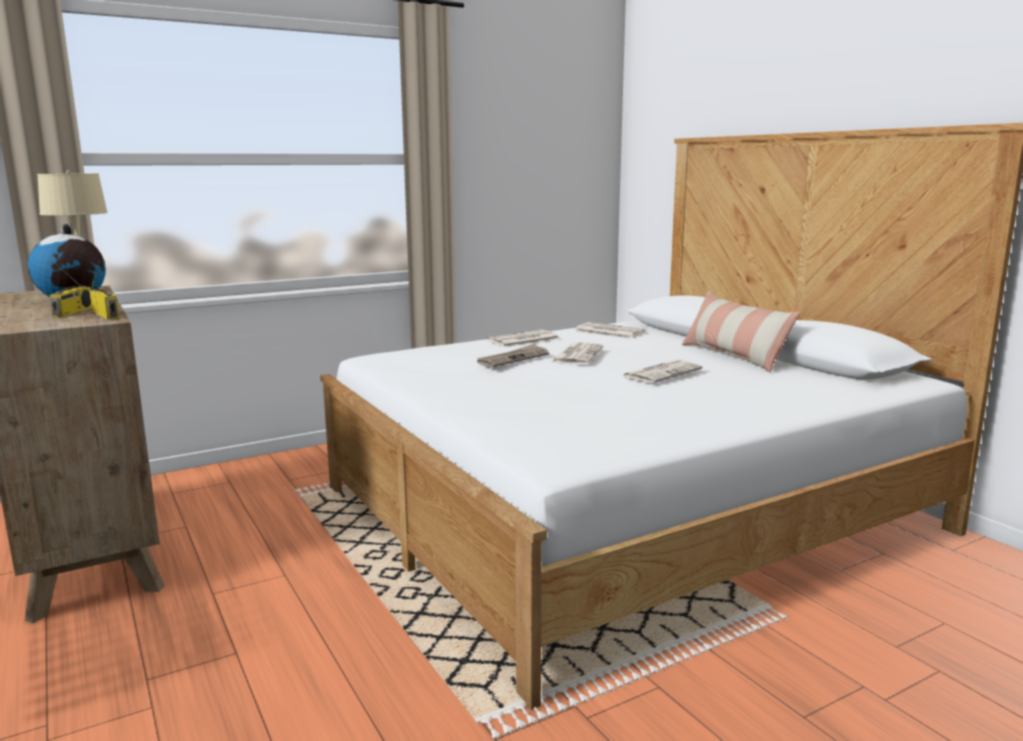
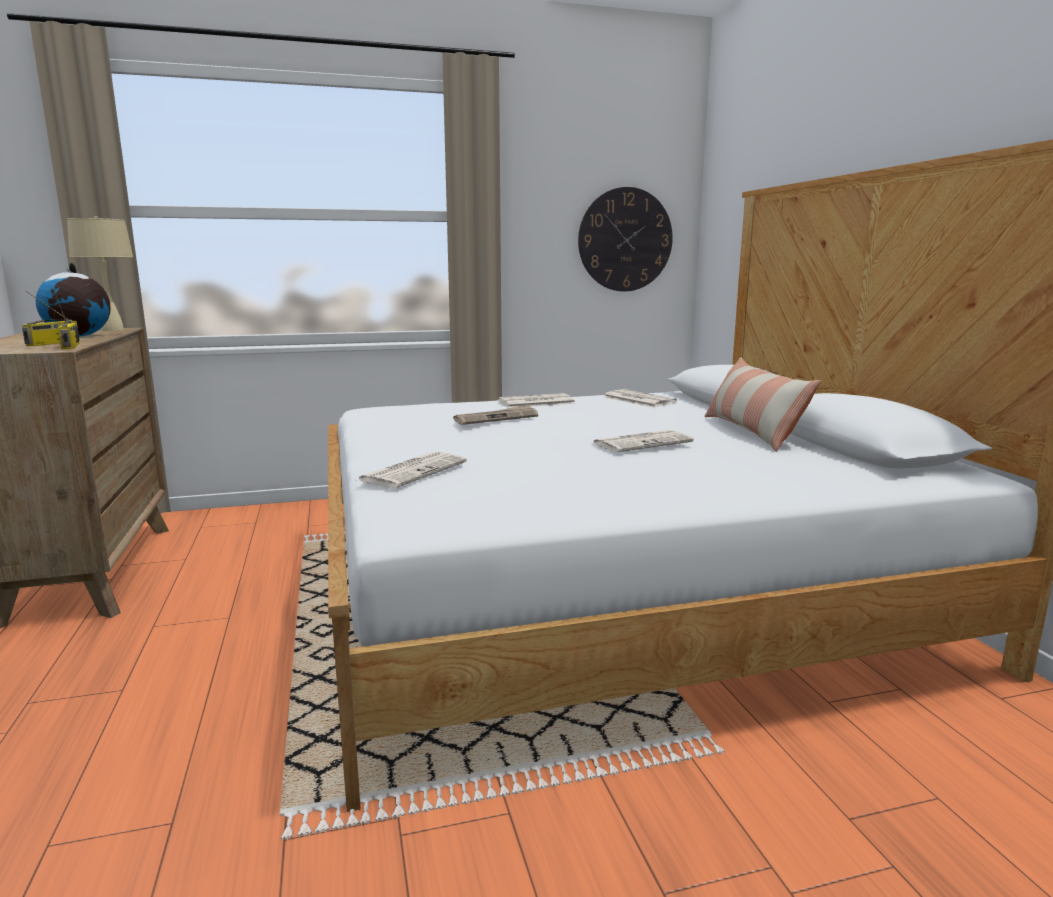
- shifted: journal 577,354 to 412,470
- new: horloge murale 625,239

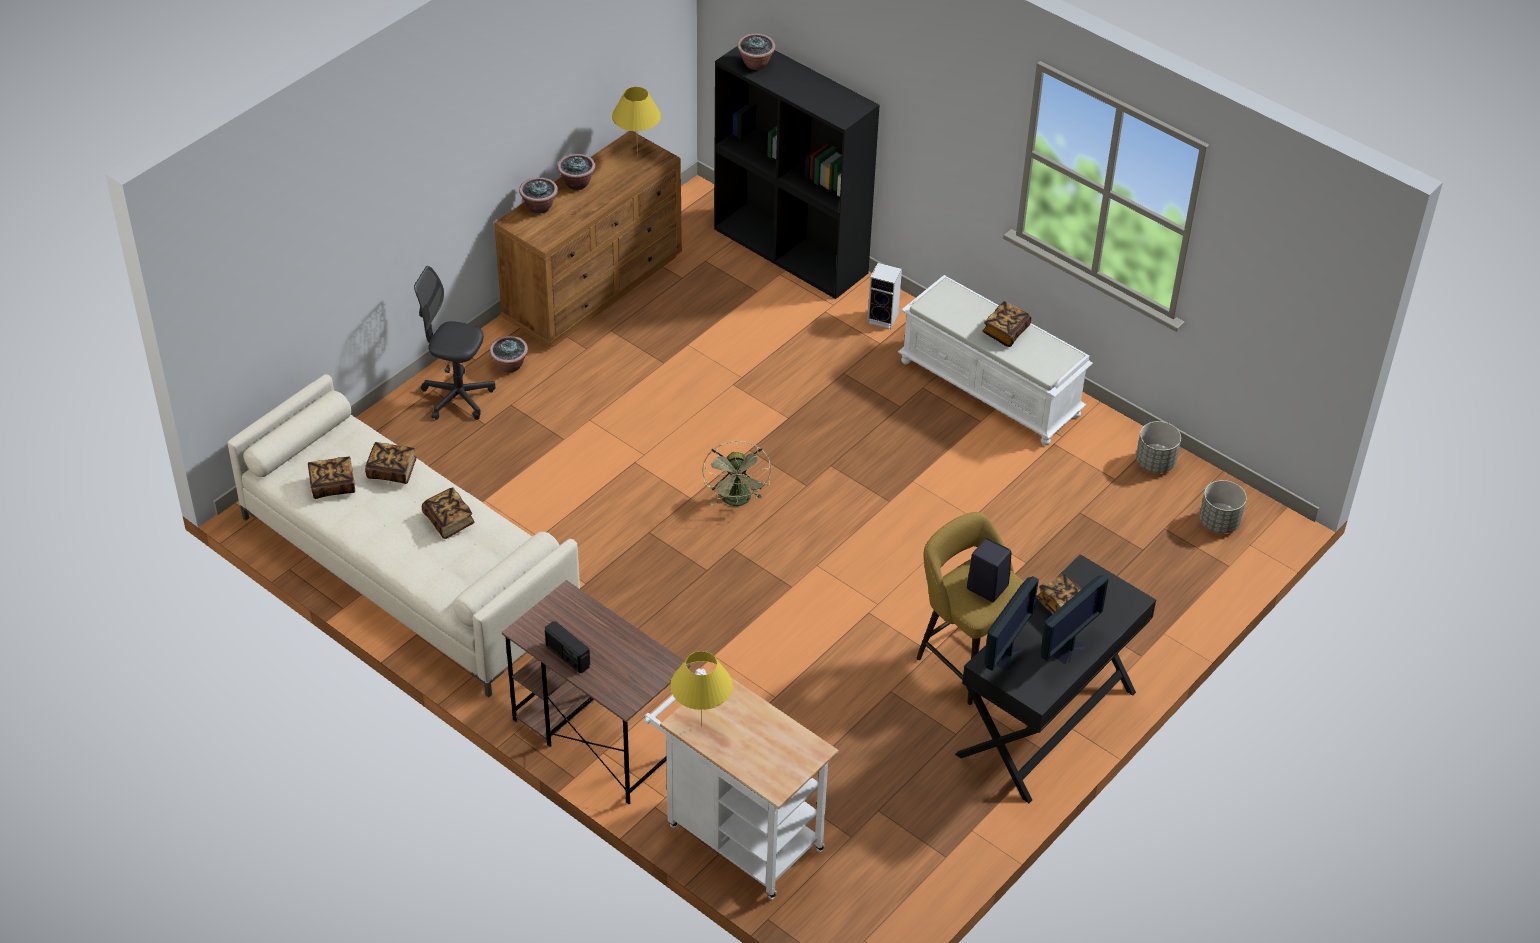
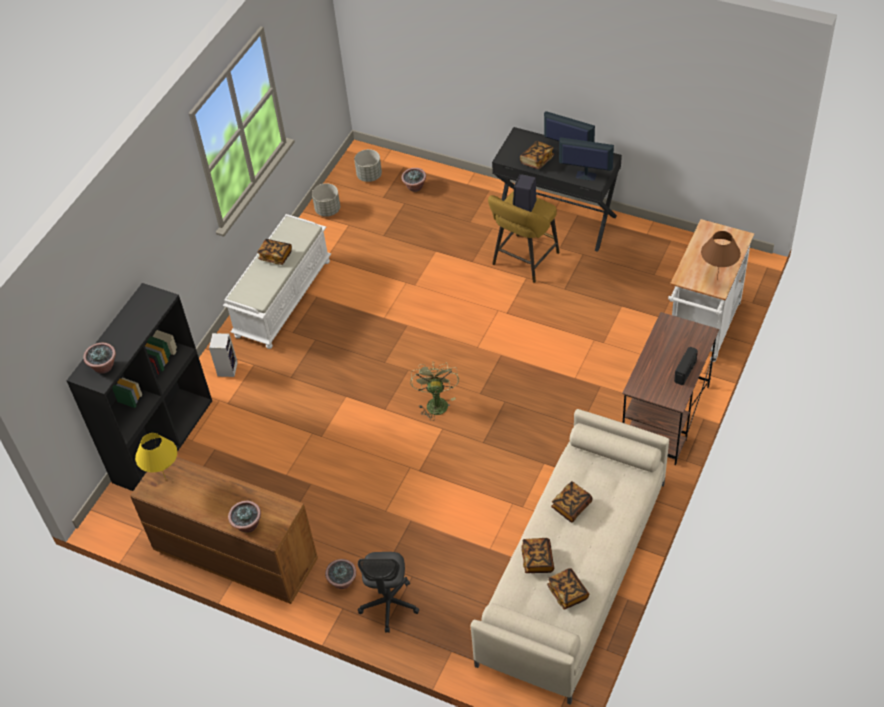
- shifted: plante en pot 576,172 to 413,180
- repainted: lampe de table (jaune) 701,688 to lampe de table (marron) 721,255
- rotated: ventilateur (vert) 736,473 = 434,391 75 degrees counterclockwise

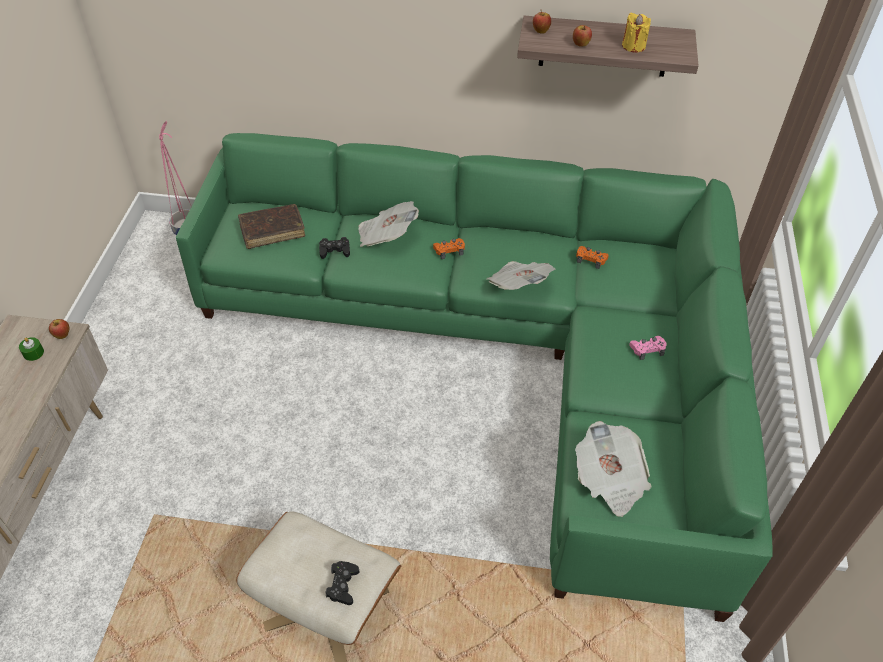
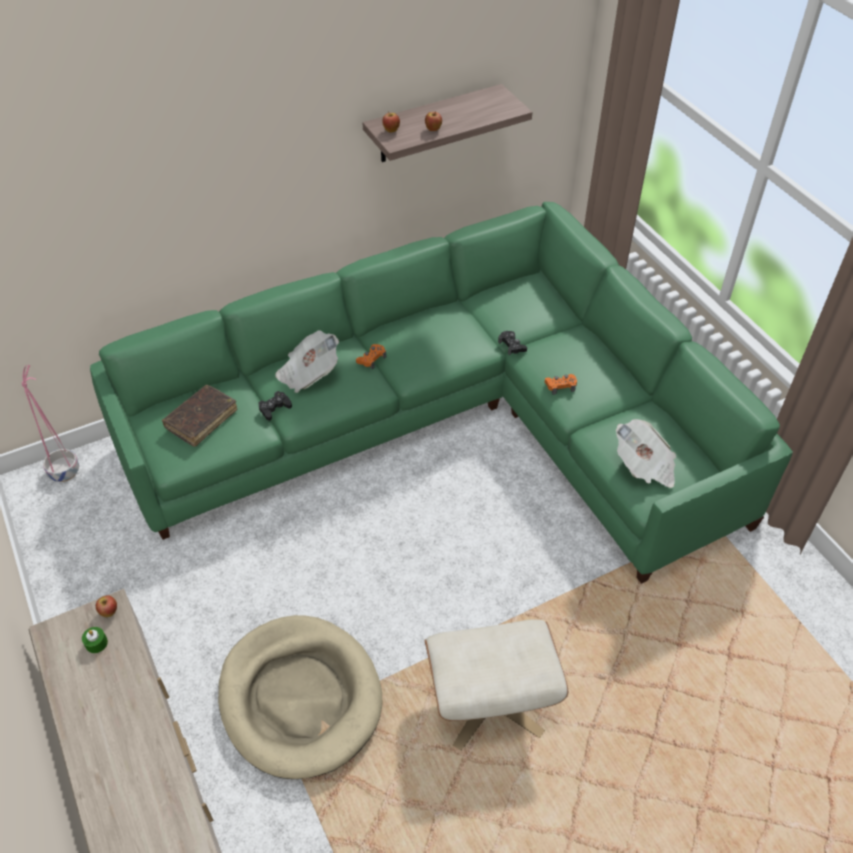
- shifted: manette (noir) 342,583 to 512,343
- gone: journal 521,275
- shifted: manette (orange) 592,257 to 561,384
- gone: bougie (jaune) 636,32
- gone: manette (rose) 648,348
- new: panier pour chien (beige) 300,697

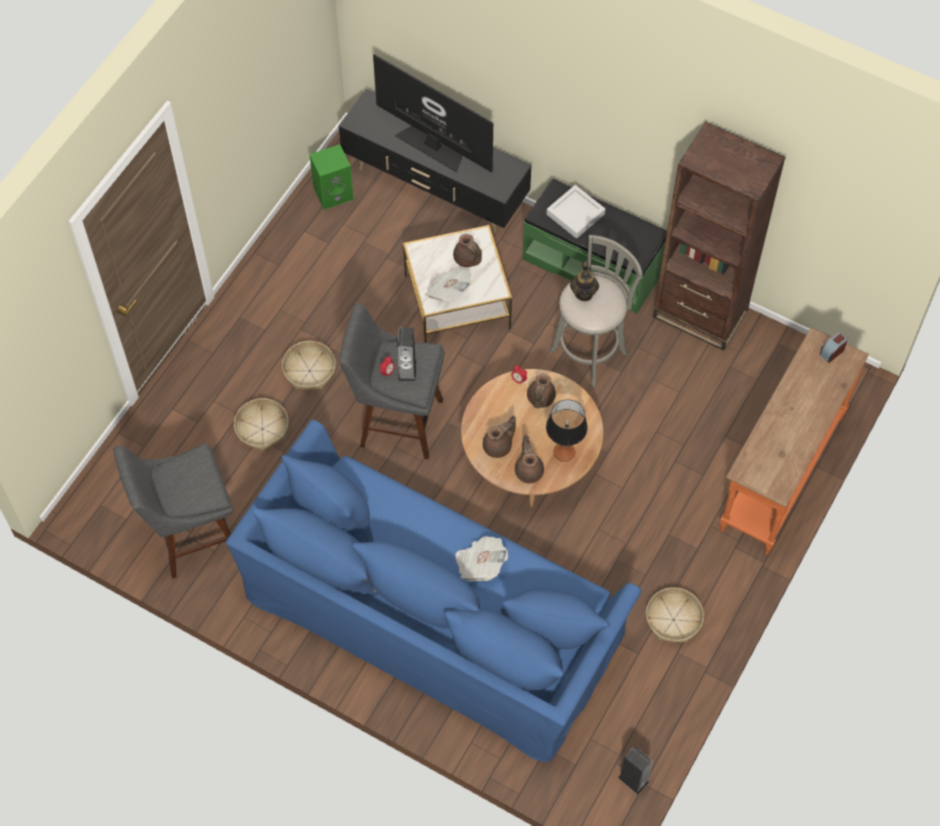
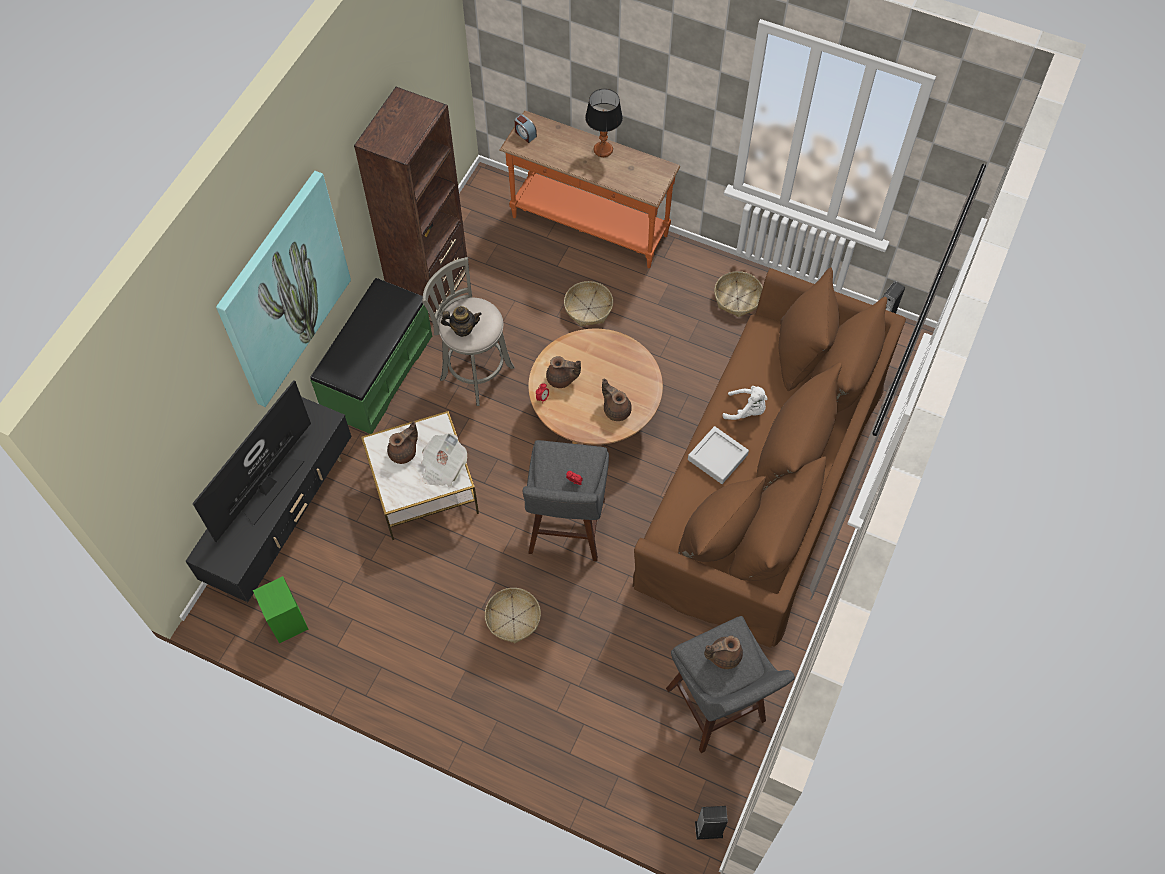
- repainted: canapé (bleu) 433,591 to canapé (marron) 769,457
- shifted: panier 261,424 to 588,304
- shifted: enceinte 407,354 to 711,823
- swapped: journal 481,558 to peluche (blanc) 745,403
- shifted: théière (marron) 529,459 to 723,652
- shifted: lampe de table 567,430 to 604,123
- shifted: plateau (gris) 576,211 to 718,455
- new: tableau 283,289

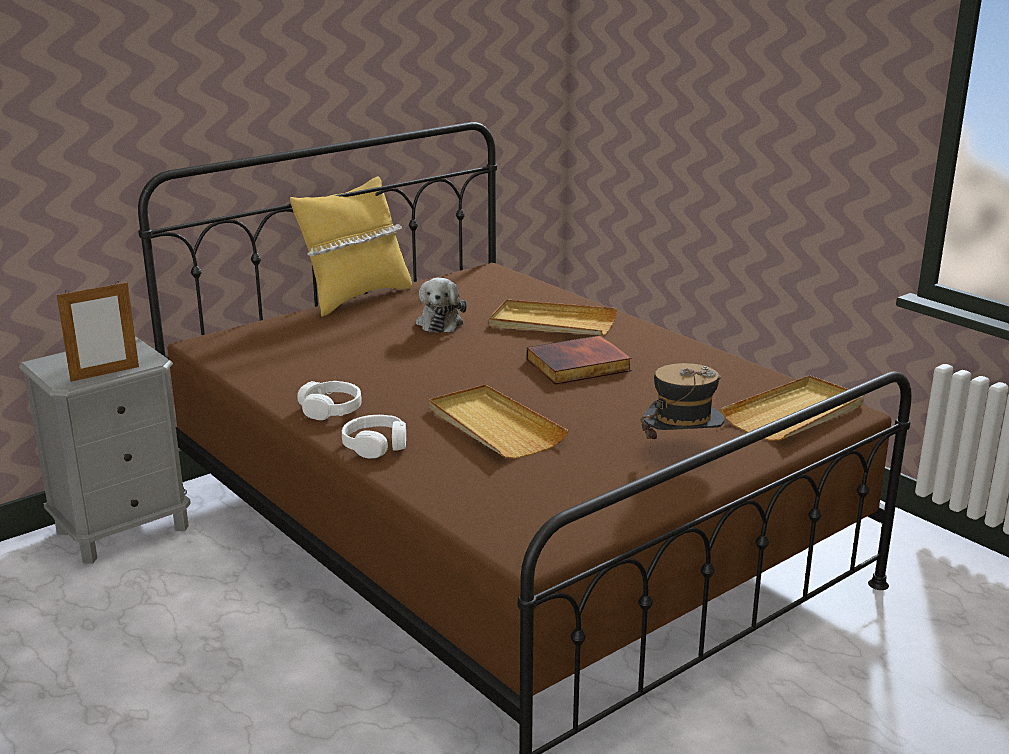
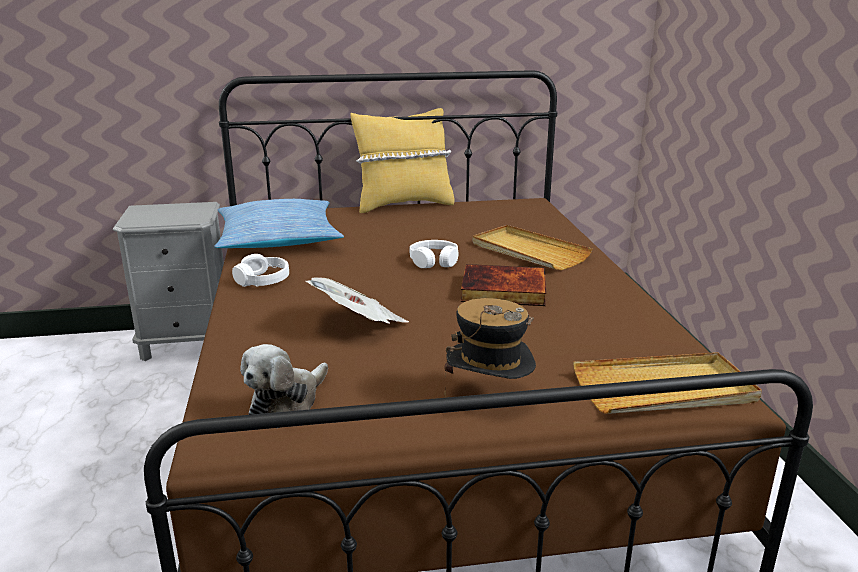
- gone: cadre photo 98,331
- shifted: casque audio (blanc) 374,437 to 433,254
- shifted: peluche 441,305 to 284,386
- swapped: plateau (beige) 499,421 to journal 357,301
- new: coussin 279,223

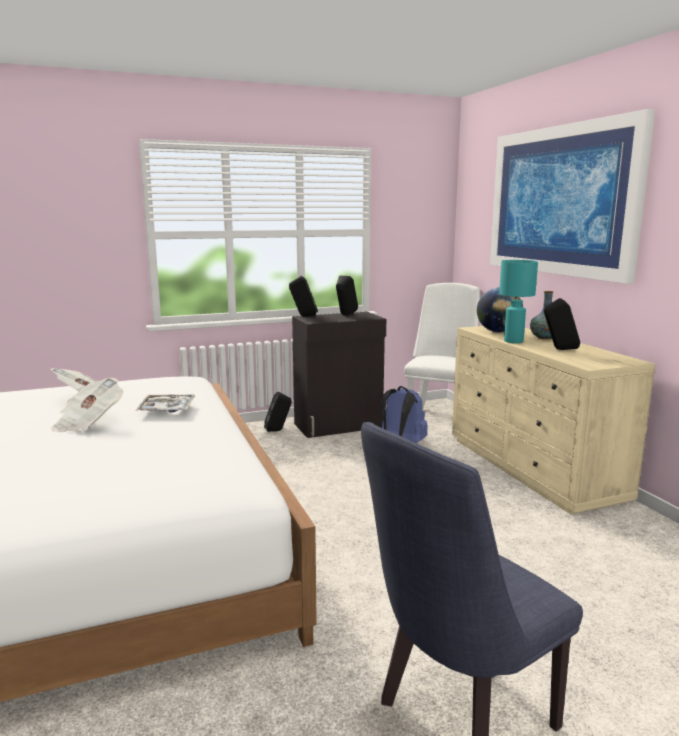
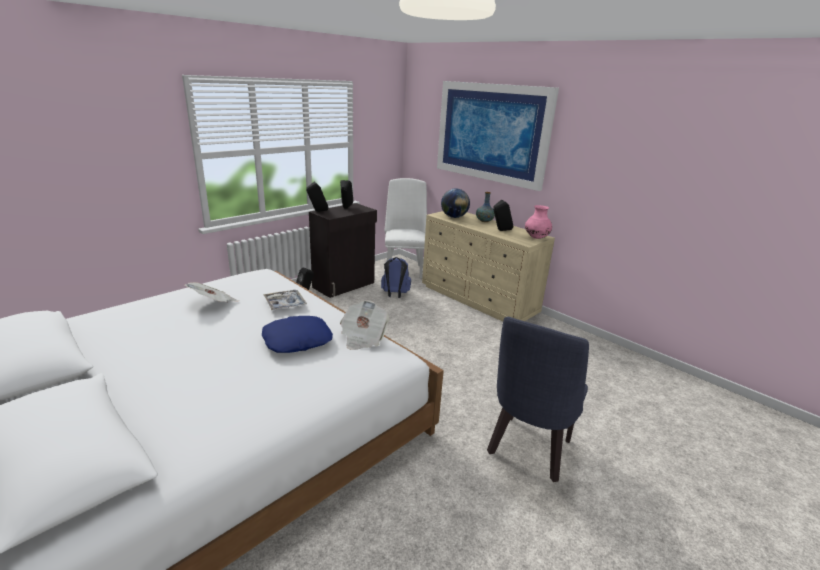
- shifted: journal 87,405 to 365,325
- gone: lampe de table (turquoise) 518,301
- new: coussin (bleu) 297,334
- new: vase (rose) 538,222

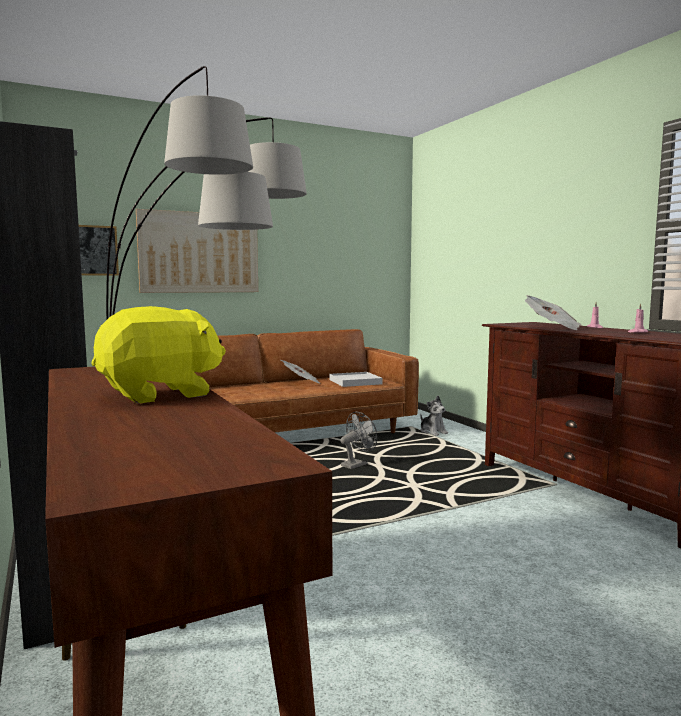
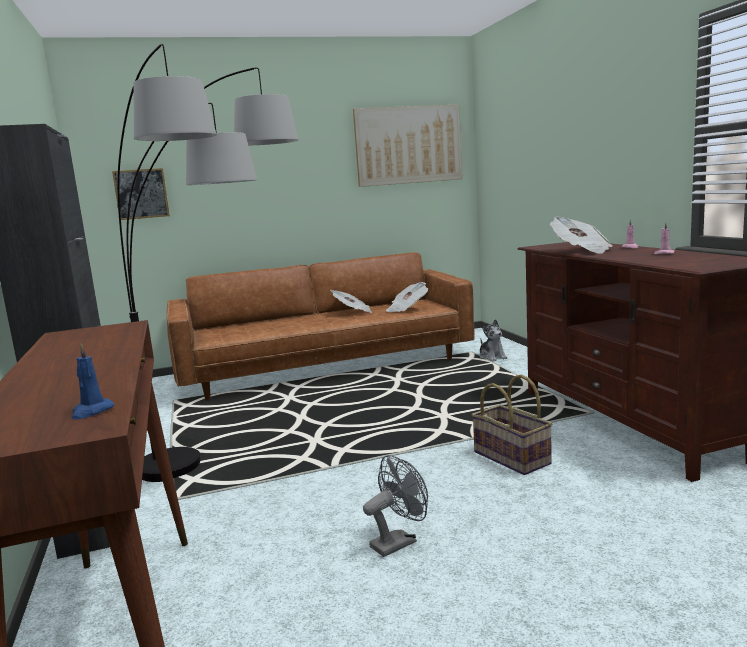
- gone: peluche (jaune) 159,355
- shifted: tableau 197,251 to 407,145
- swapped: plateau (blanc) 356,379 to journal 407,297
- shifted: ventilateur (gris) 358,440 to 395,506
- new: bougie (bleu) 92,381
- new: panier 512,425

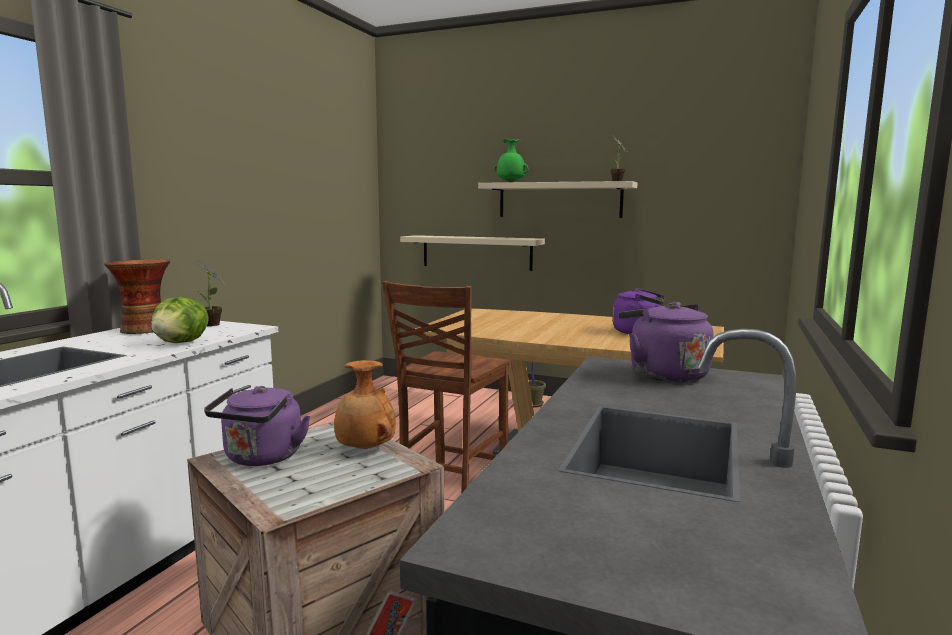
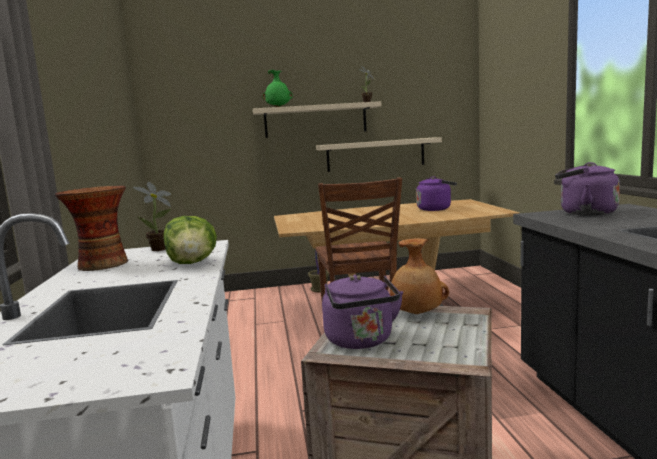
- shifted: étagère (beige) 472,253 to 379,154

